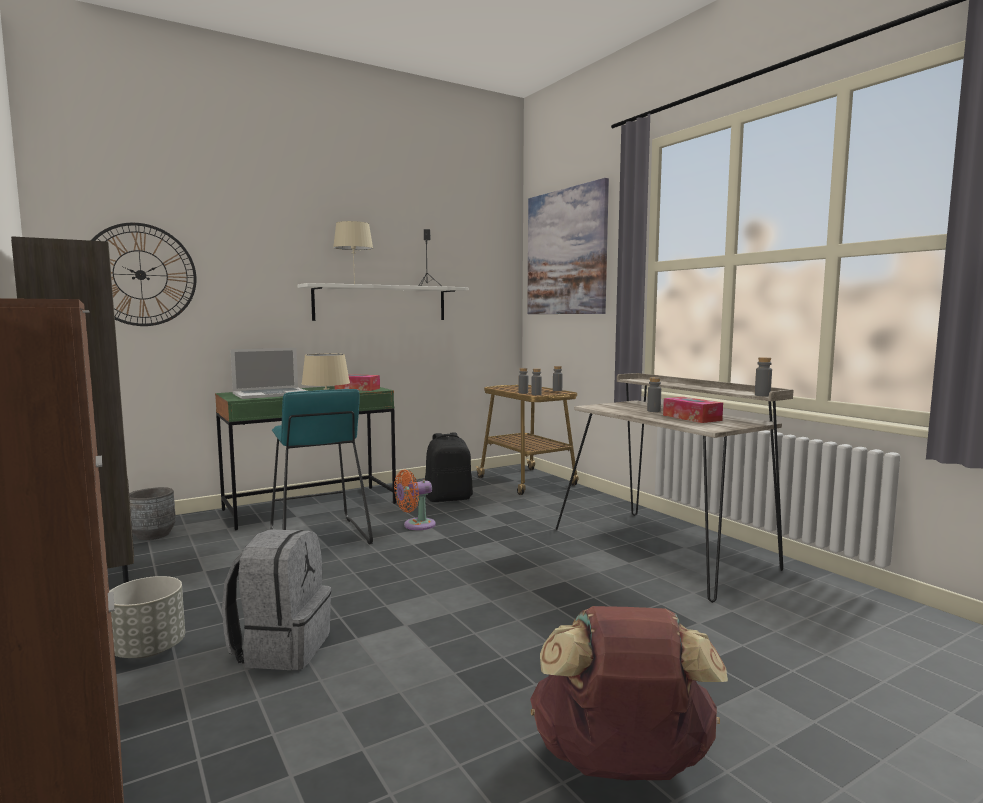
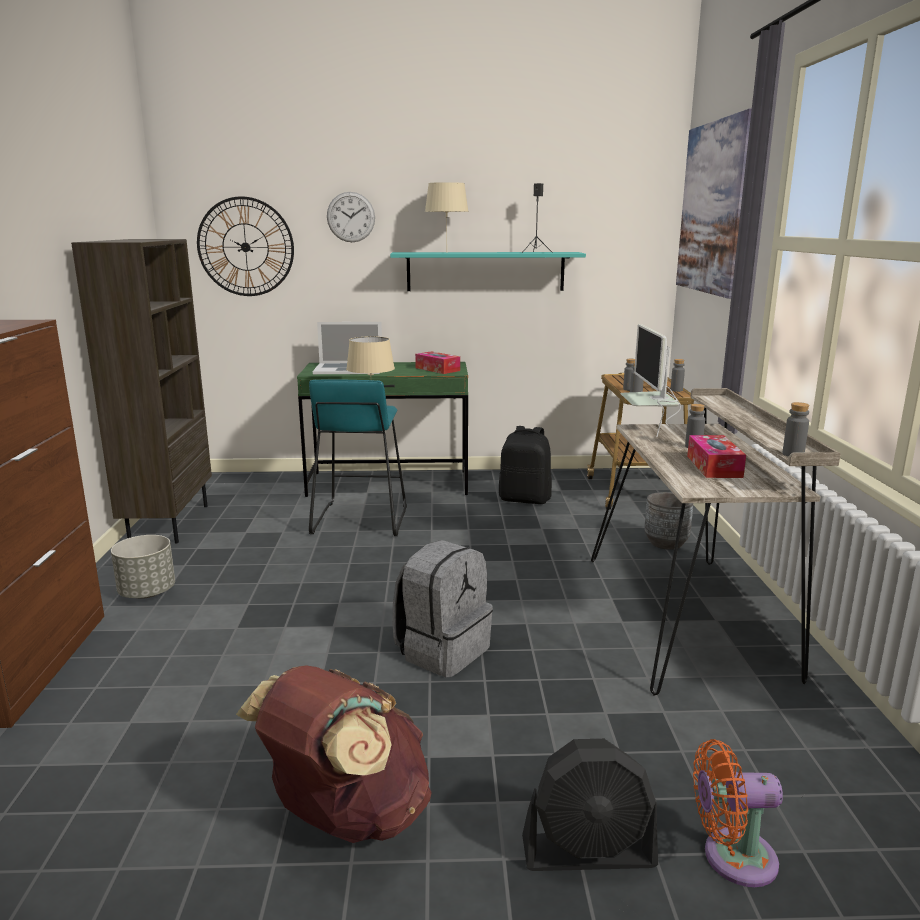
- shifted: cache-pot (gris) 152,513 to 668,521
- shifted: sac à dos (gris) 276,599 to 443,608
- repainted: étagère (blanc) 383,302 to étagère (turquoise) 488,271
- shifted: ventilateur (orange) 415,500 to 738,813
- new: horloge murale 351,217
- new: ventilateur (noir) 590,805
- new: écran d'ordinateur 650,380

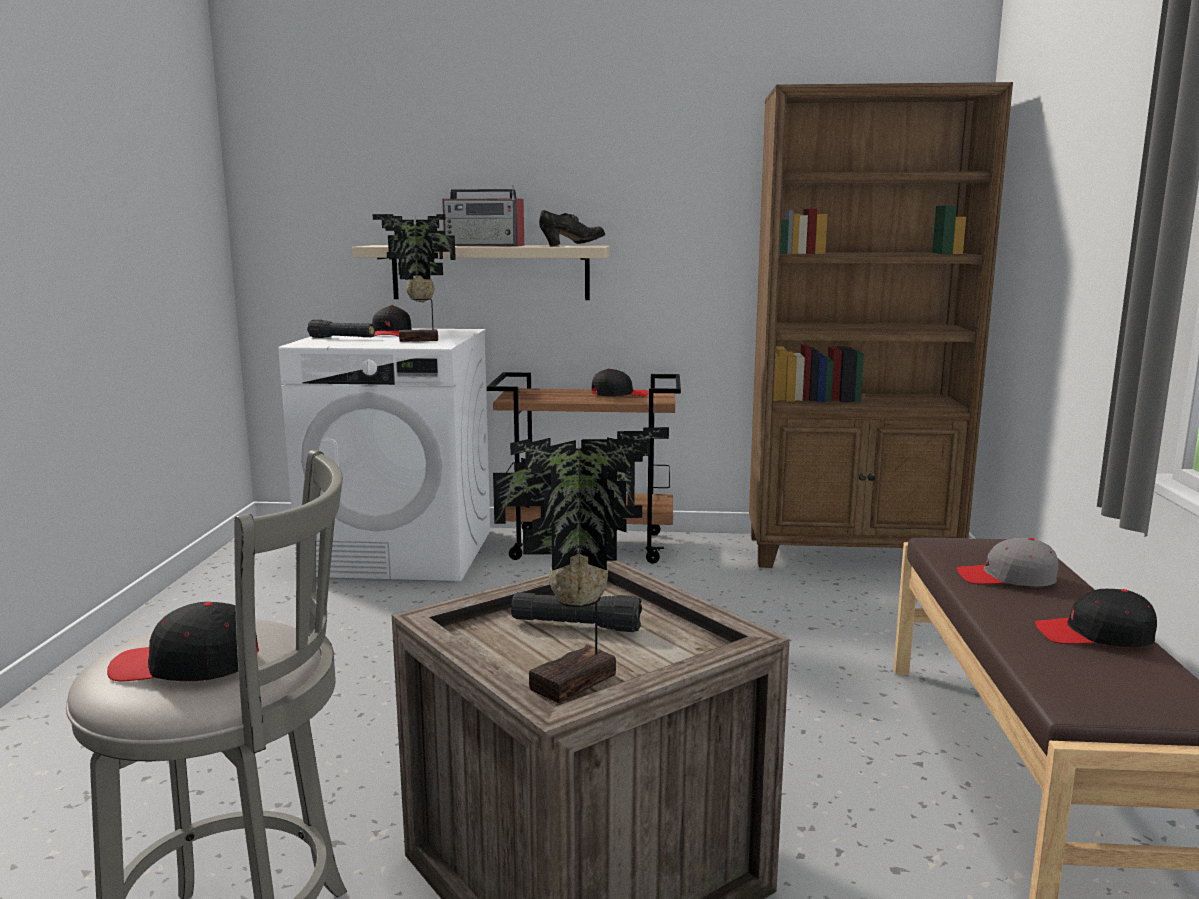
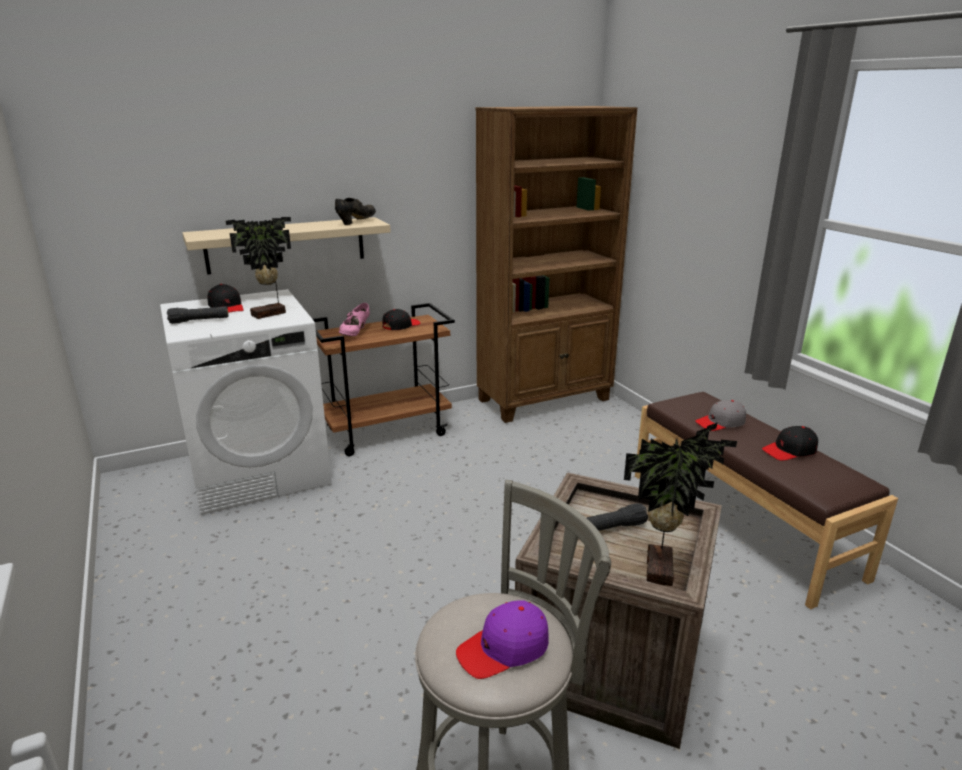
- repainted: casquette (noir) 183,642 to casquette (violet) 502,639
- gone: radio 483,215
- new: chaussure (rose) 354,319

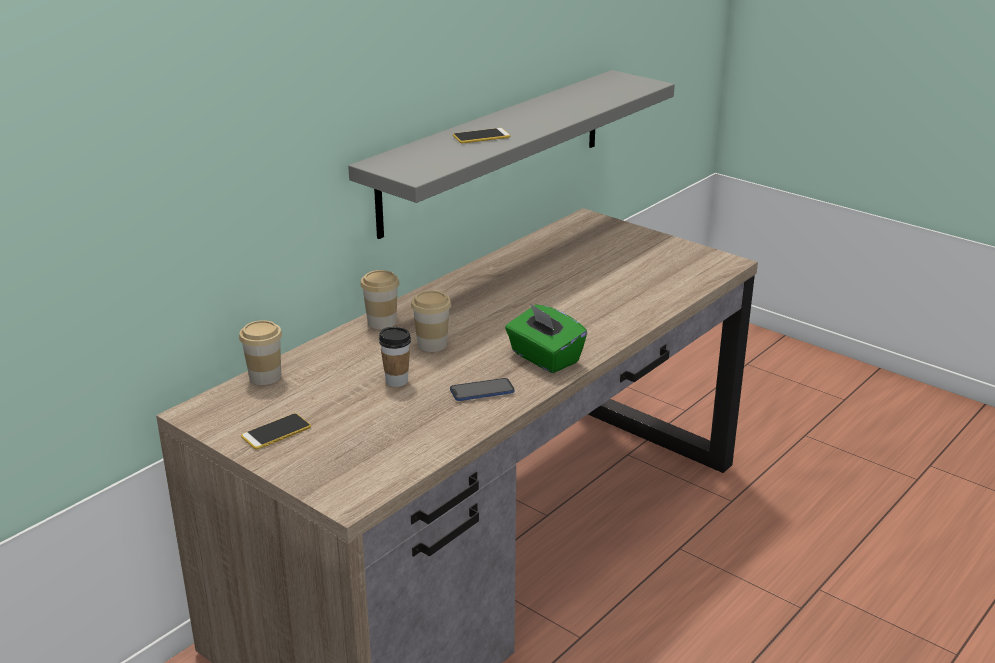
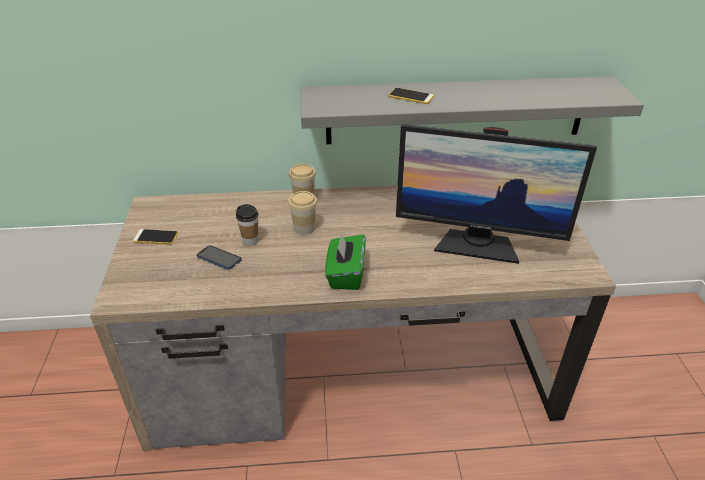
- gone: tasse 260,352
- shifted: téléphone 482,389 to 219,257
- new: écran d'ordinateur 496,194

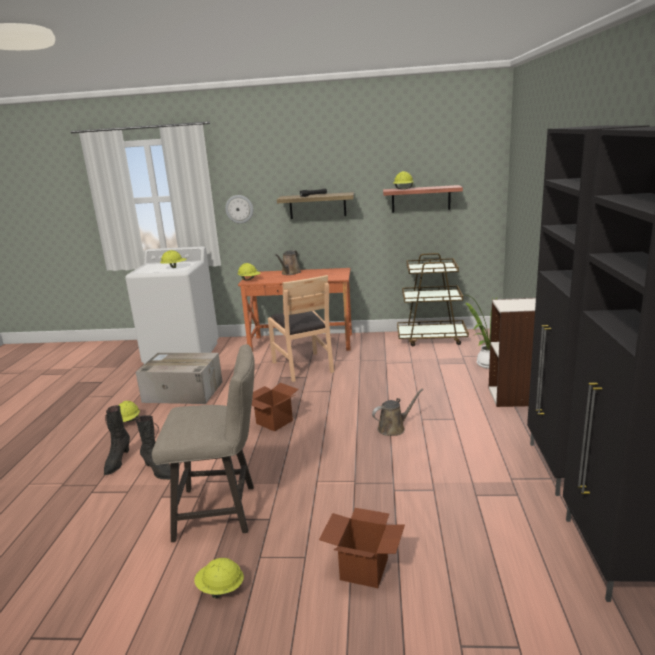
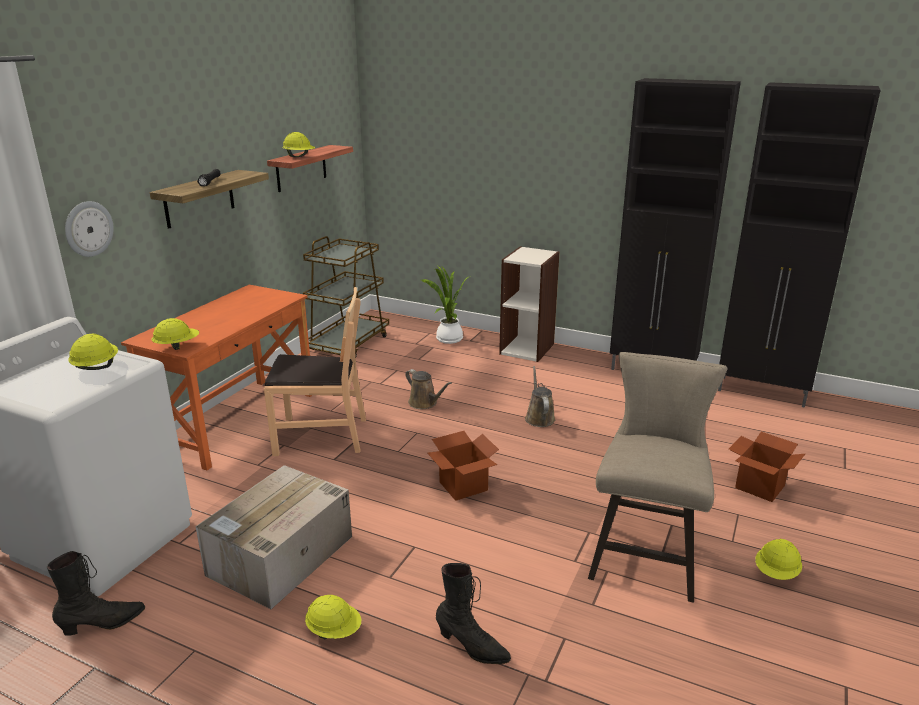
- shifted: botte (noir) 153,447 to 96,593
- shifted: arrosoir (marron) 288,262 to 428,389

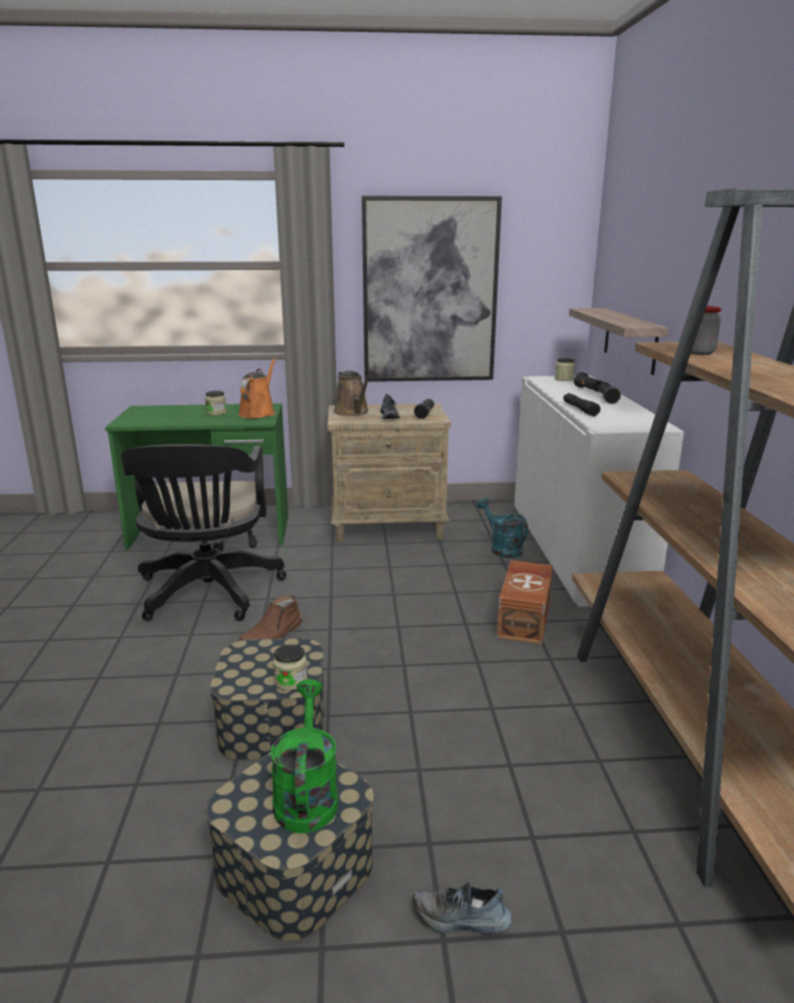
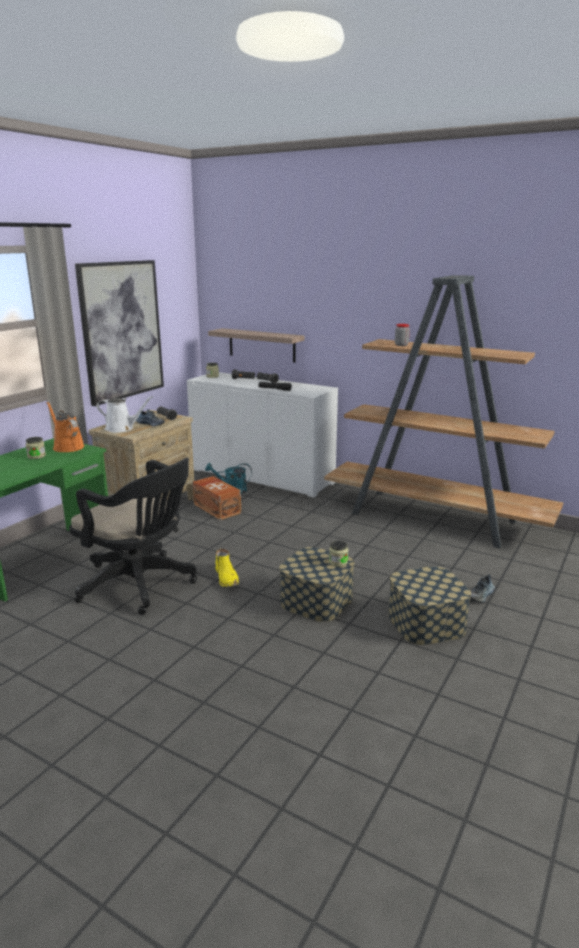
- repainted: botte (marron) 270,618 to botte (jaune) 227,568
- gone: arrosoir (vert) 304,756
- repainted: arrosoir (marron) 352,393 to arrosoir (blanc) 124,414
- shifted: boîte de rangement (marron) 525,602 to 216,498

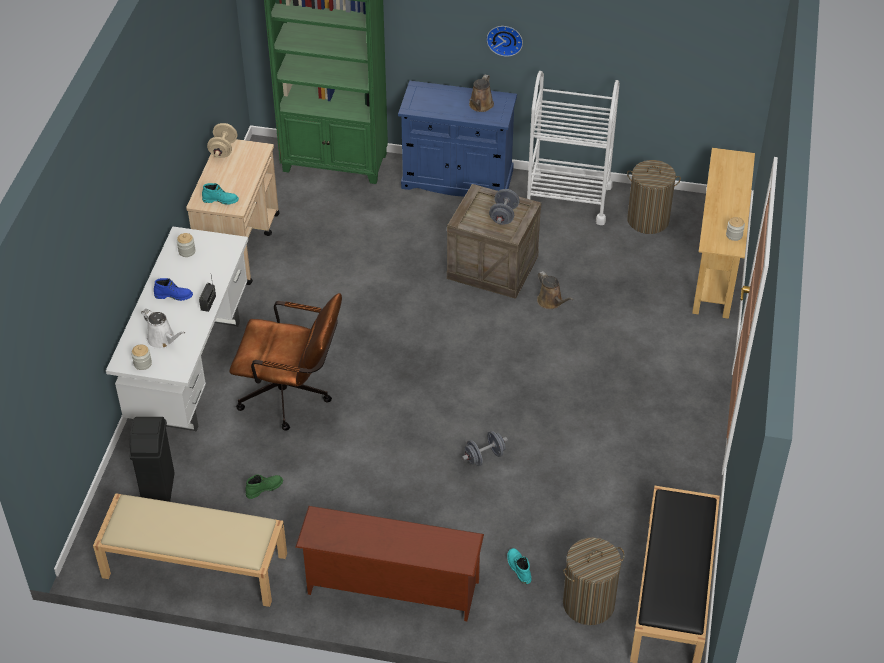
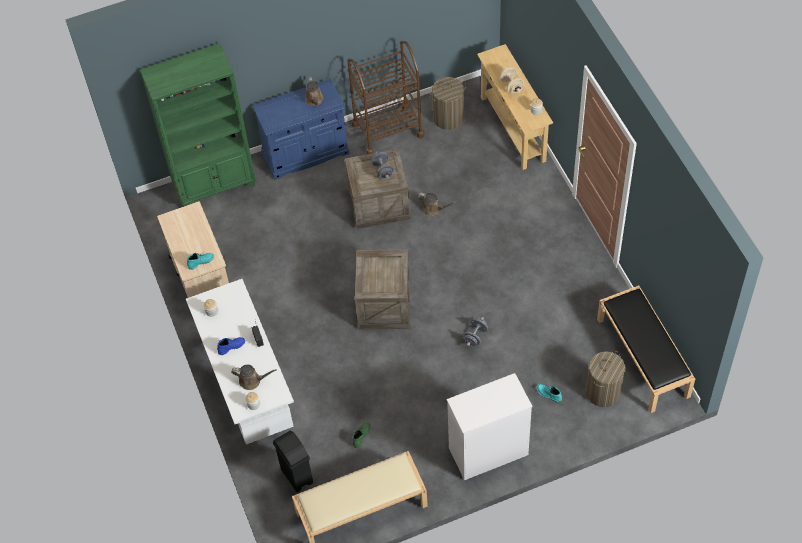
- repainted: arrosoir (blanc) 163,329 to arrosoir (marron) 254,377
- shifted: haltère (beige) 222,140 to 512,80
- gone: chaise de bureau (marron) 286,362
- swapped: étagère à chaussures (marron) 389,563 to commode (blanc) 489,426
- gone: horloge murale 504,41
- repainted: chariot (blanc) 573,148 to chariot (marron) 385,97
- new: caisse 382,289

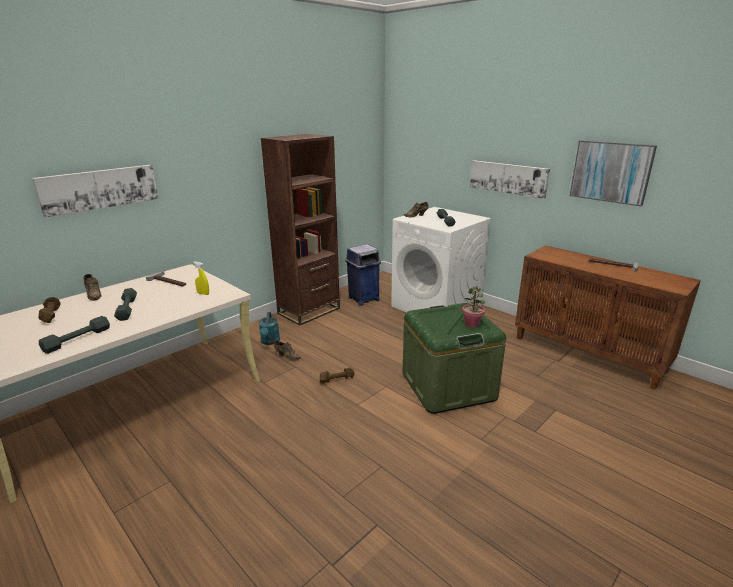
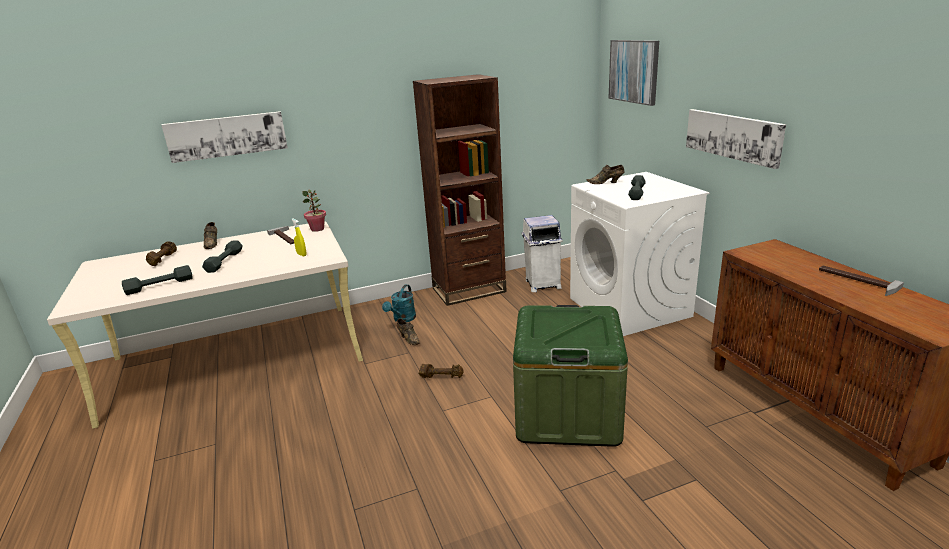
- repainted: poubelle (bleu) 363,275 to poubelle (blanc) 542,253
- shifted: plante en pot 474,307 to 314,211
- shifted: tableau 613,173 to 633,73

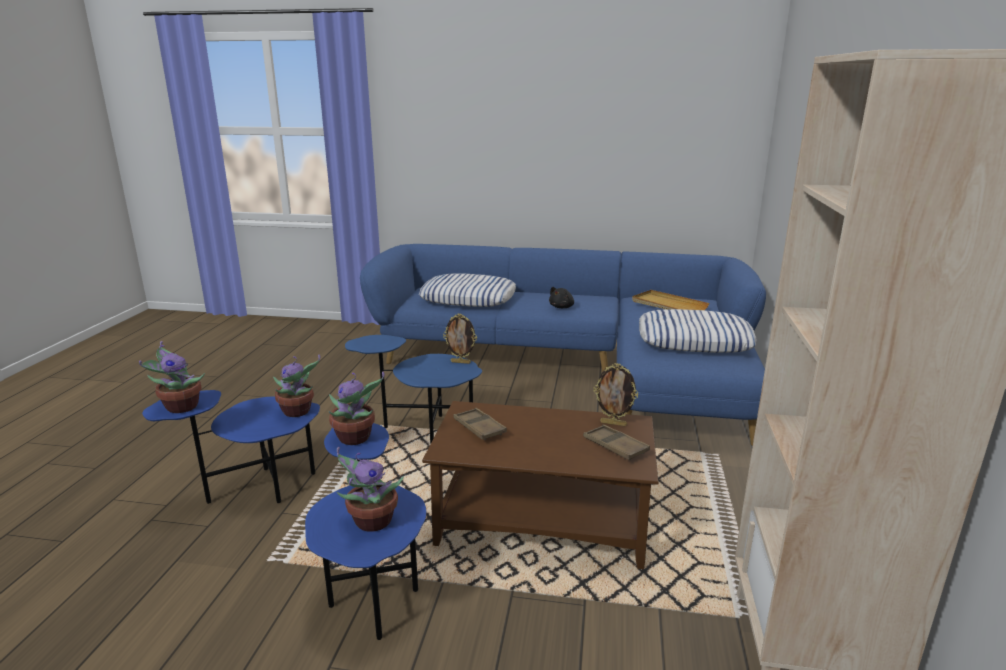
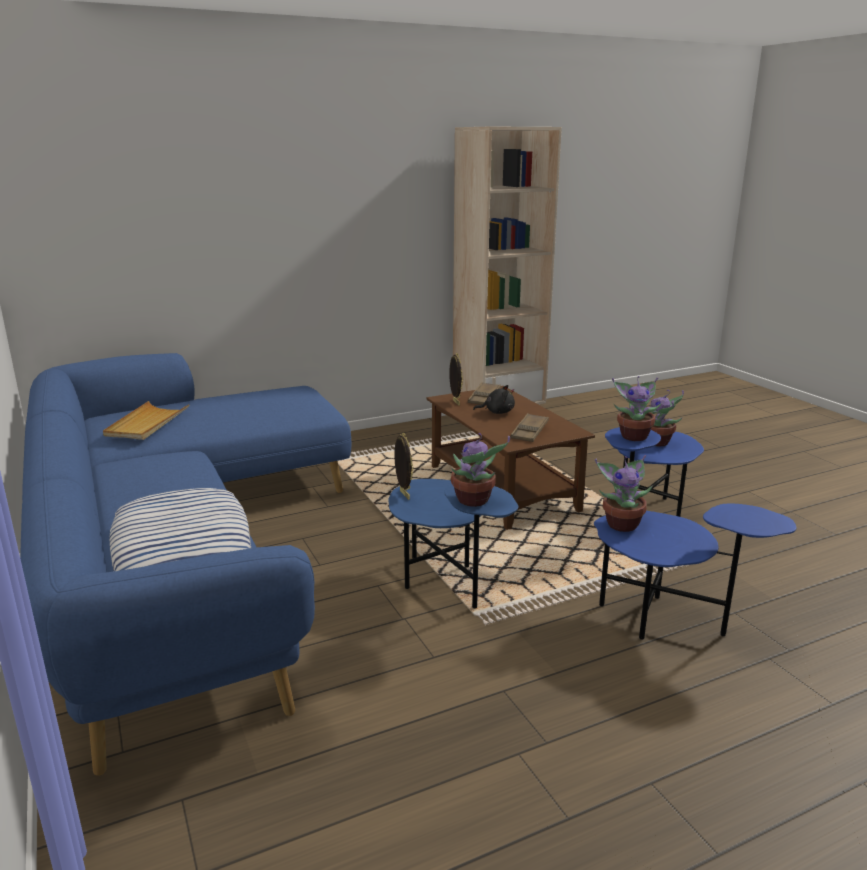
- shifted: plante en pot 172,377 to 480,470
- shifted: peluche (noir) 561,297 to 494,399
- gone: coussin 698,331

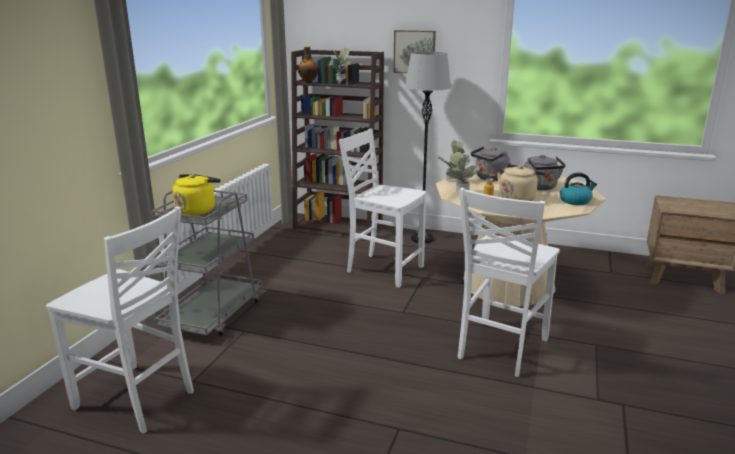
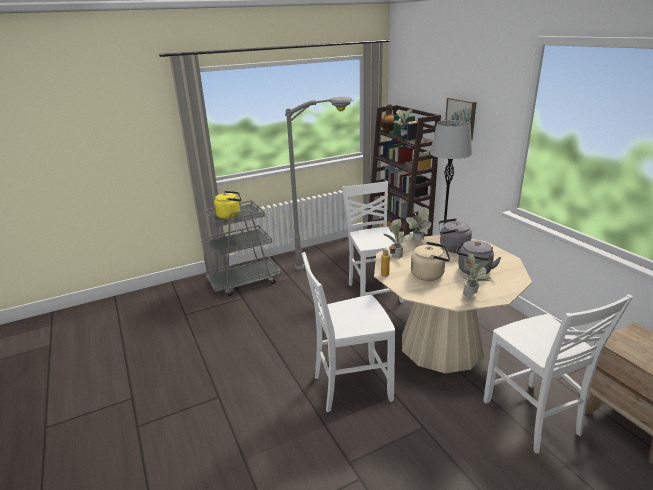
- shifted: chaise (blanc) 120,320 to 558,374
- swapped: bouilloire 578,188 to plante en pot 477,275
- new: lampadaire (gris) 319,183

